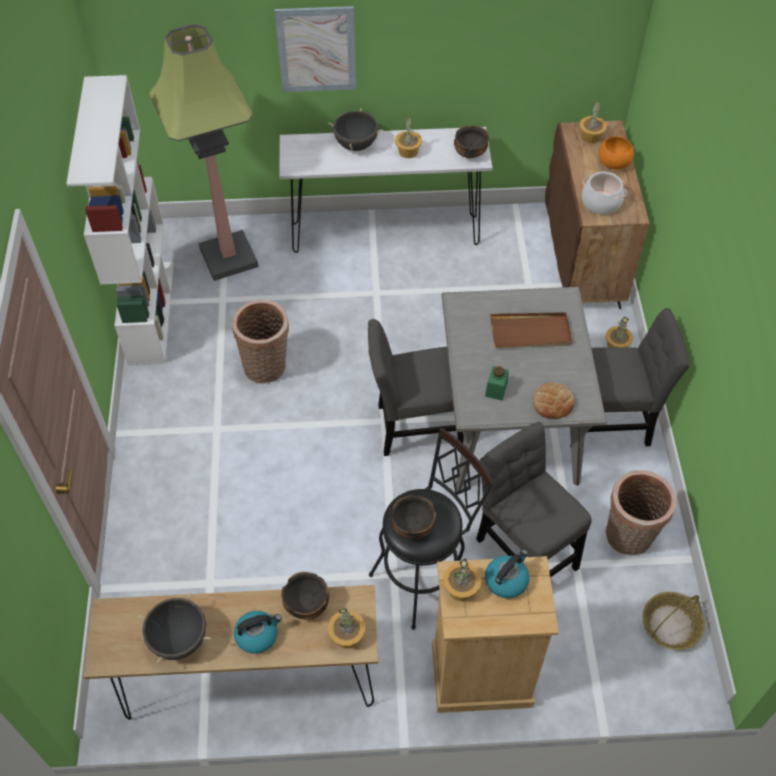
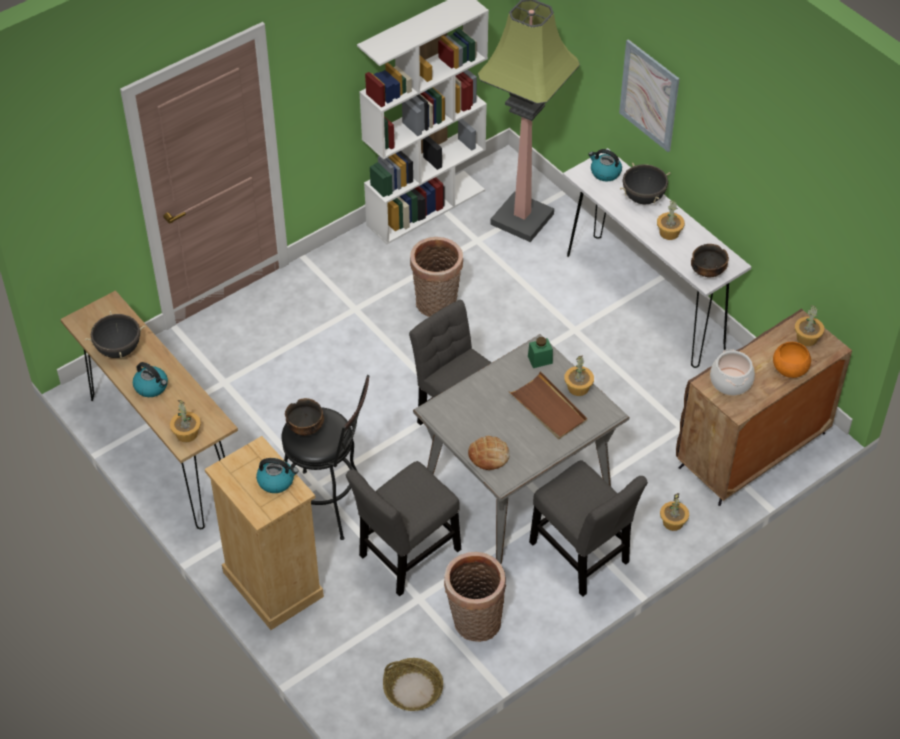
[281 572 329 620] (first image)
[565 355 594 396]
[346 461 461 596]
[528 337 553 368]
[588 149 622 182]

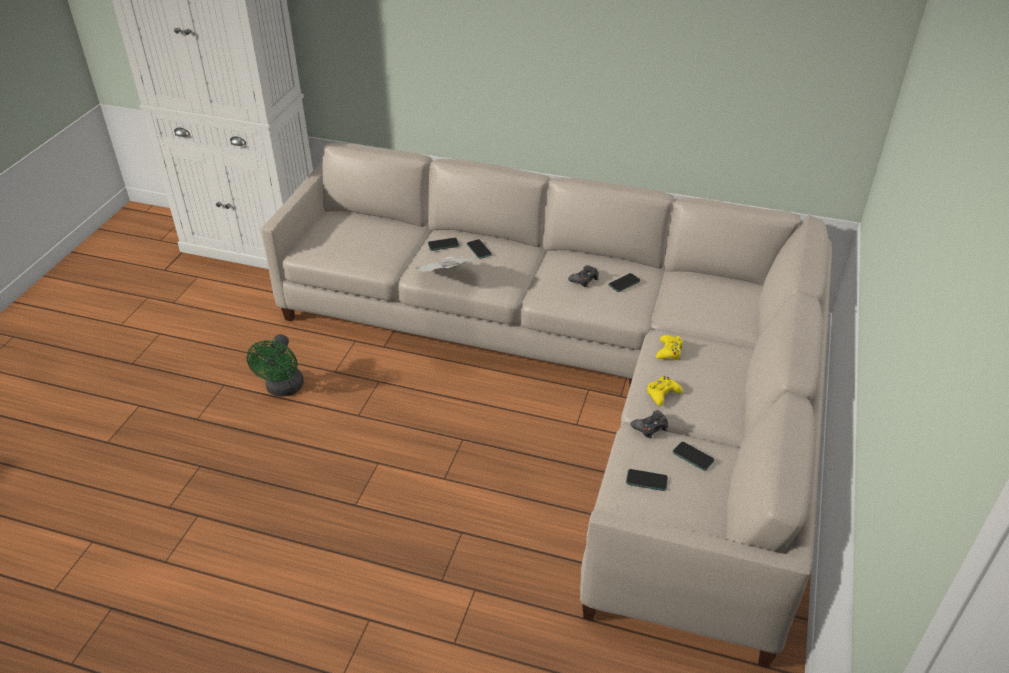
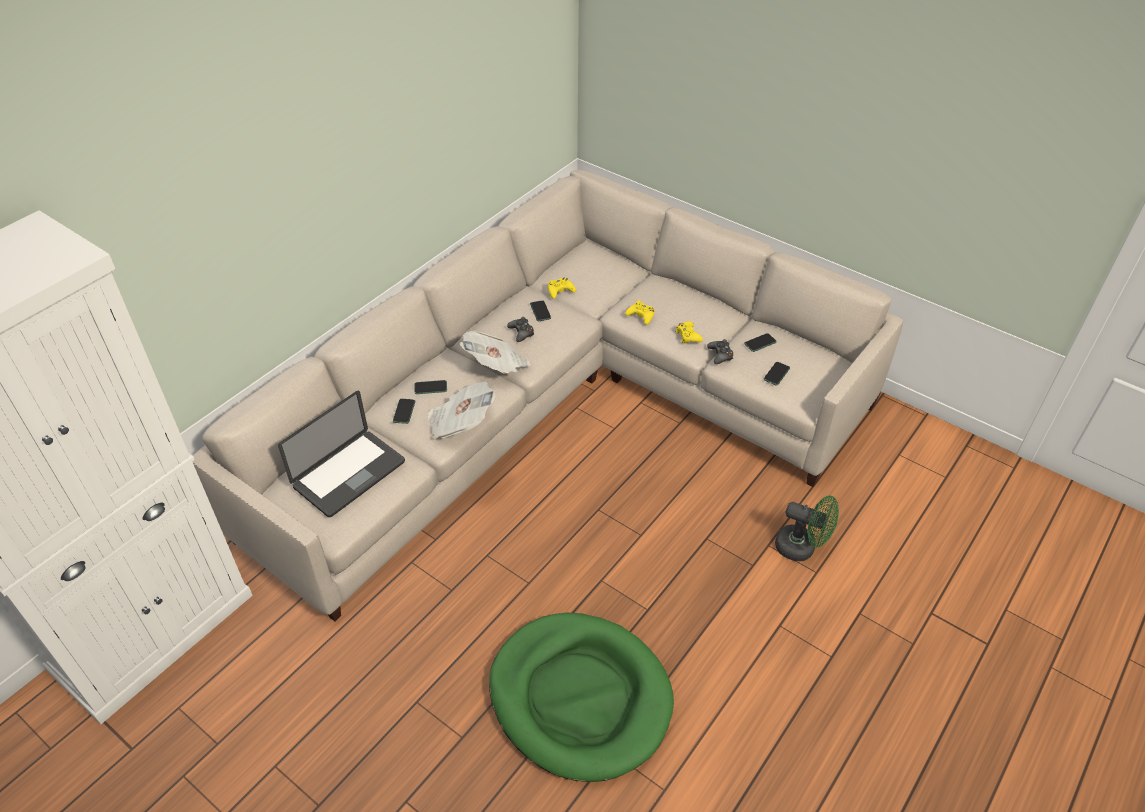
[775 496 839 561]
[278 391 405 517]
[459 330 532 374]
[489 613 674 782]
[548 277 576 299]

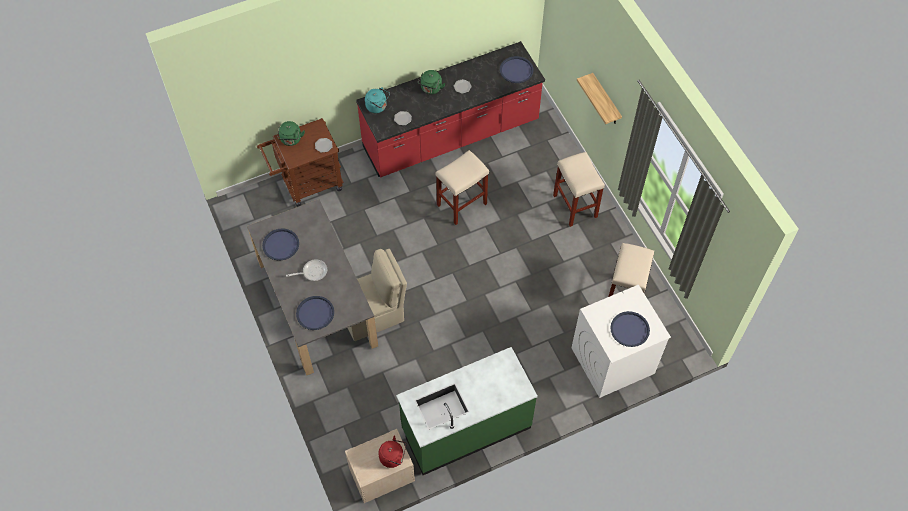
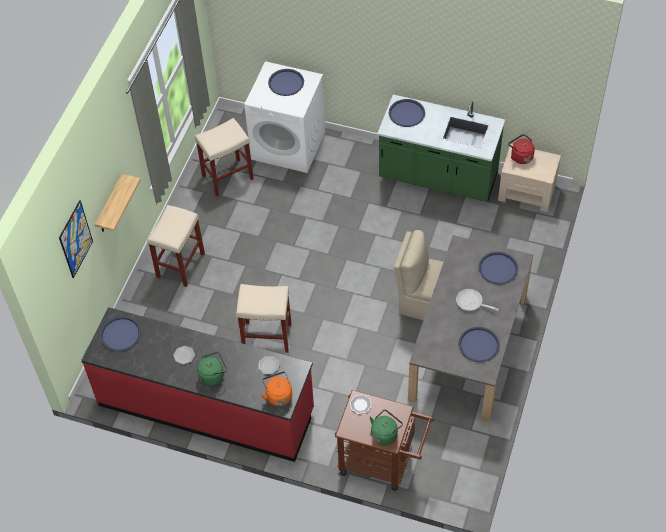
[261 371 292 406]
[59 200 93 278]
[389 99 425 127]

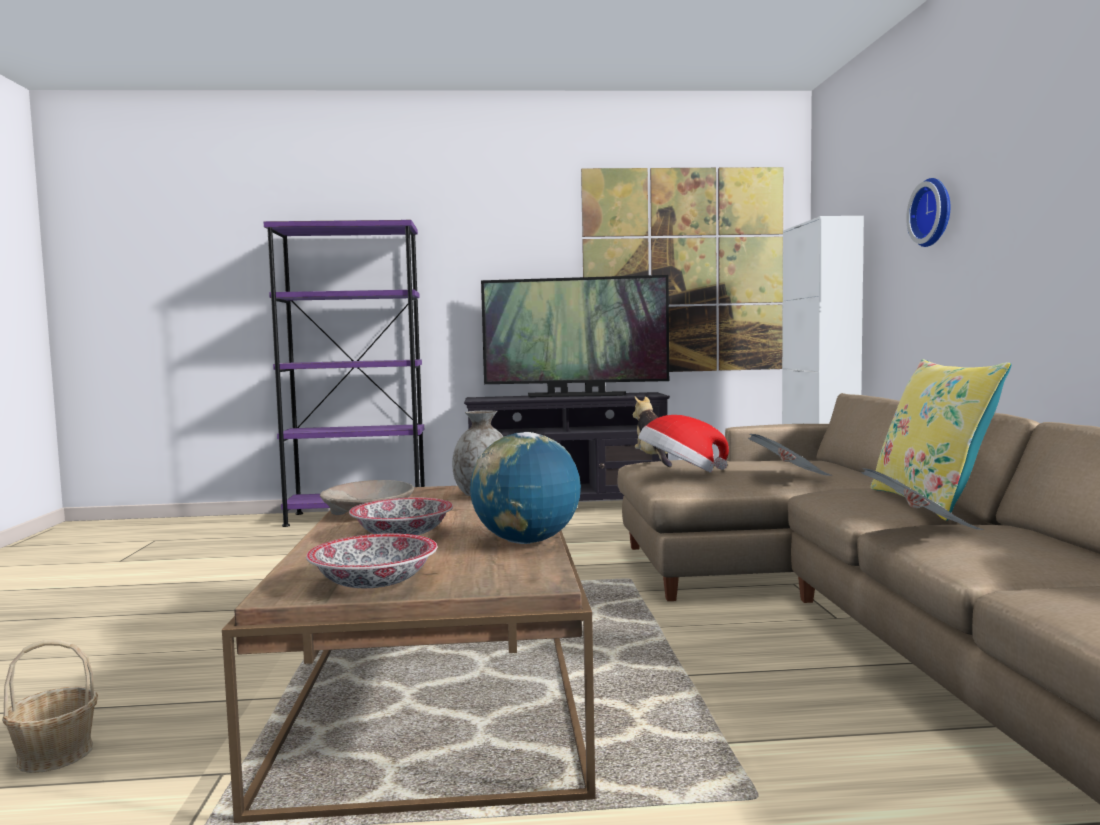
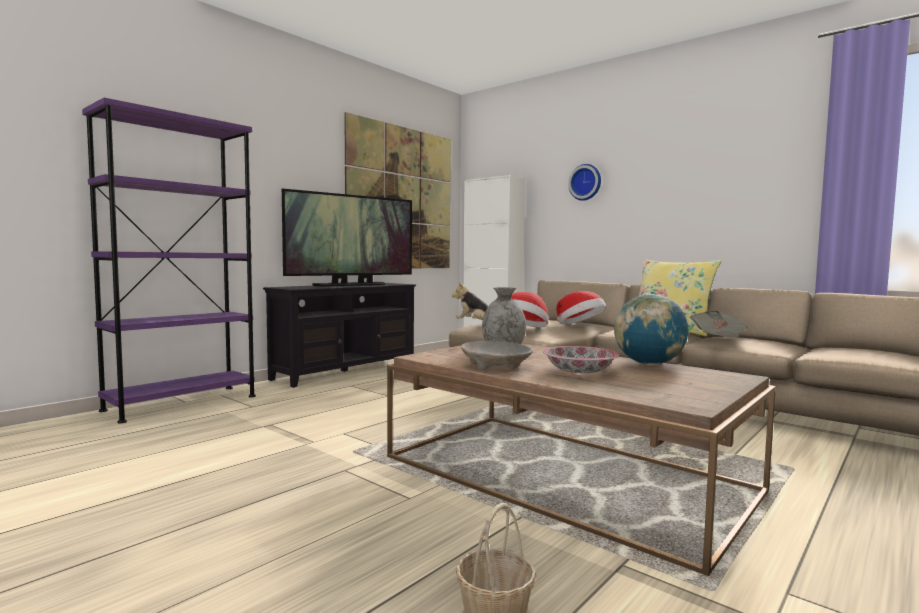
[306 533 437 588] (first image)
[556 291 606 324]

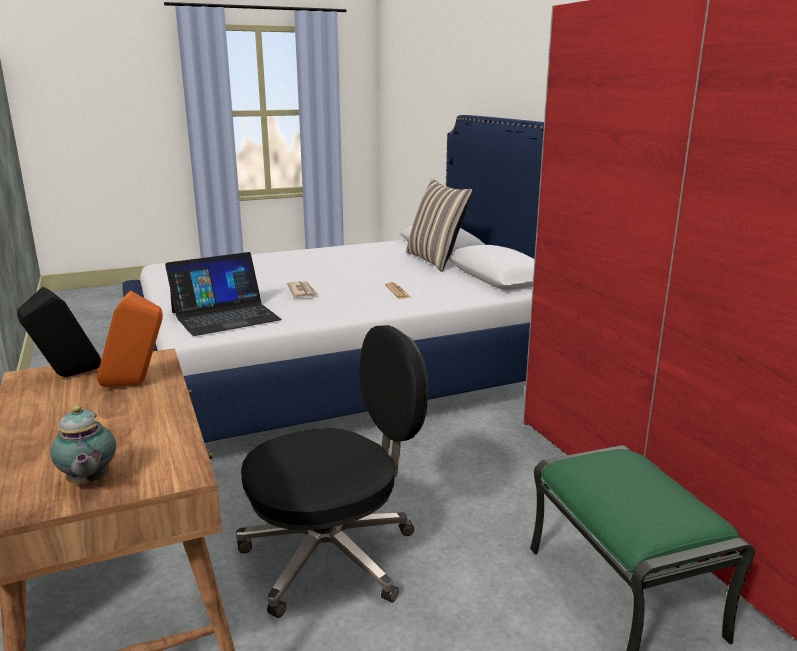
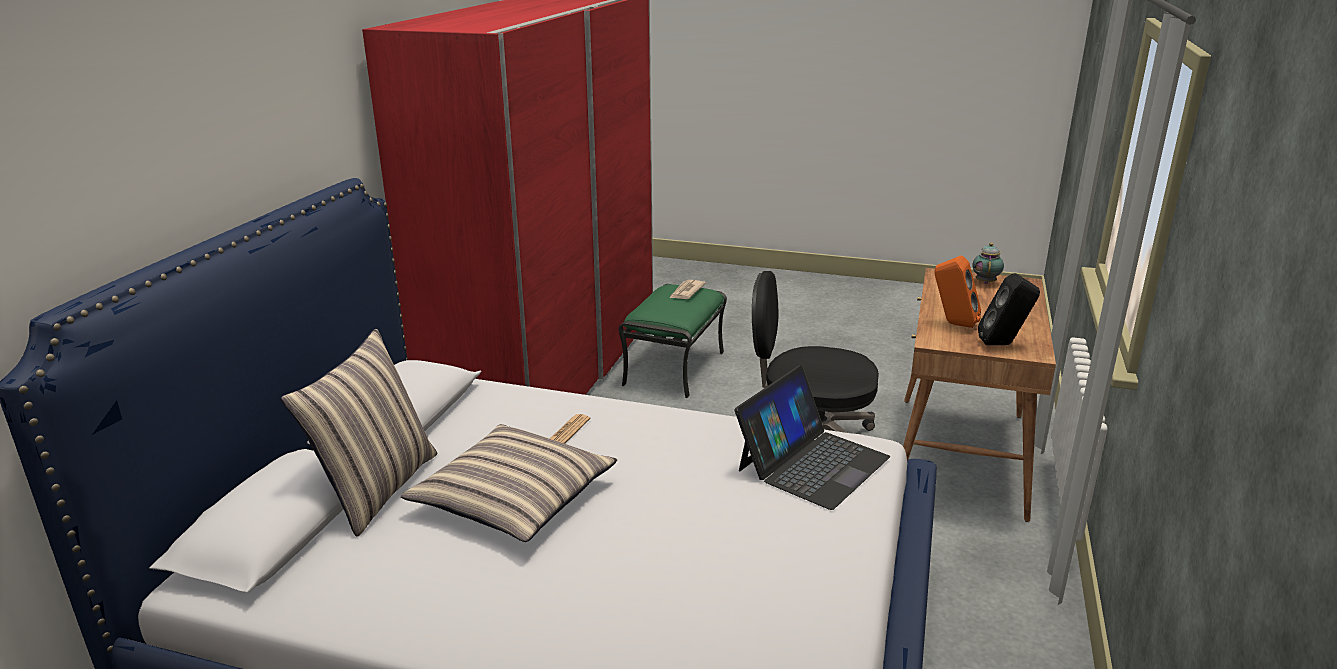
[735 366 890 510]
[670 280 706 299]
[401 424 617 542]

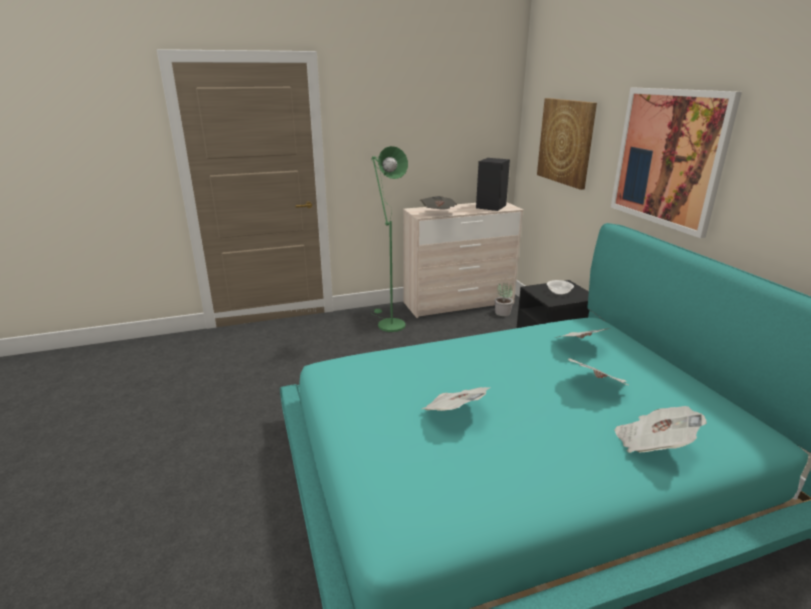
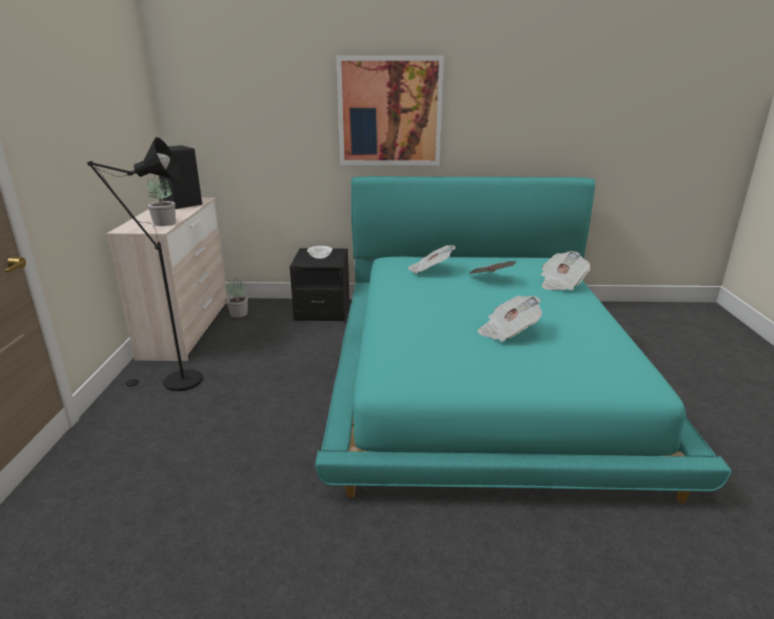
[87 137 203 391]
[147 176 176 226]
[537 98 597 190] (first image)

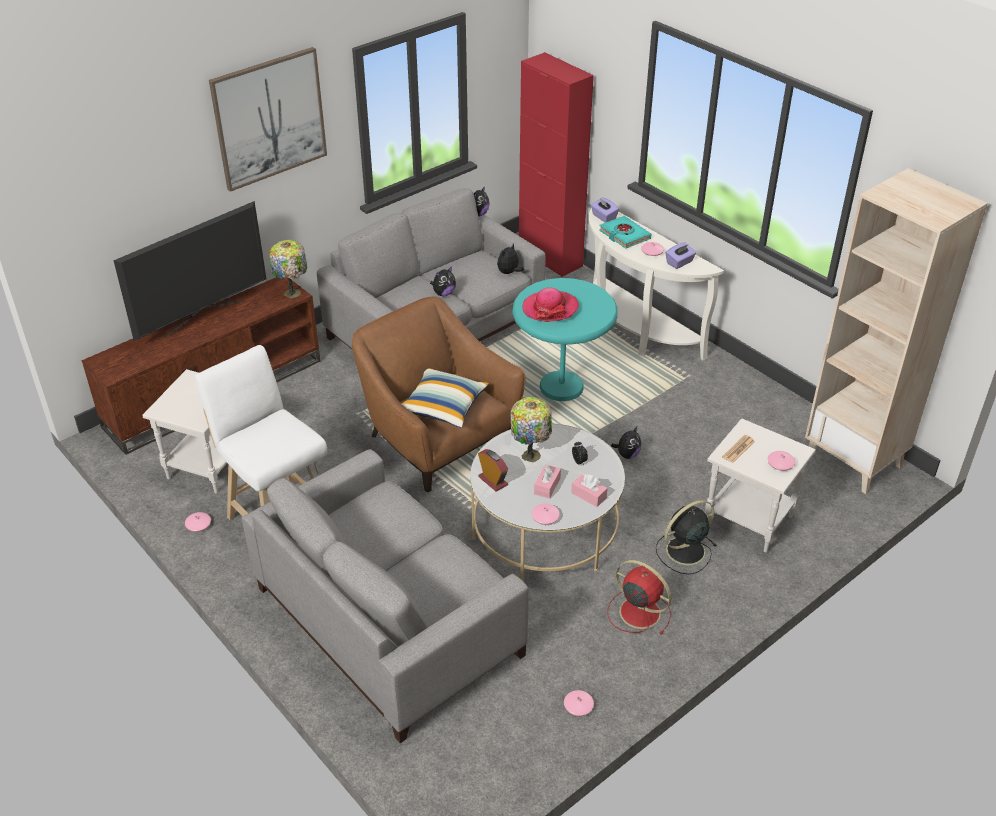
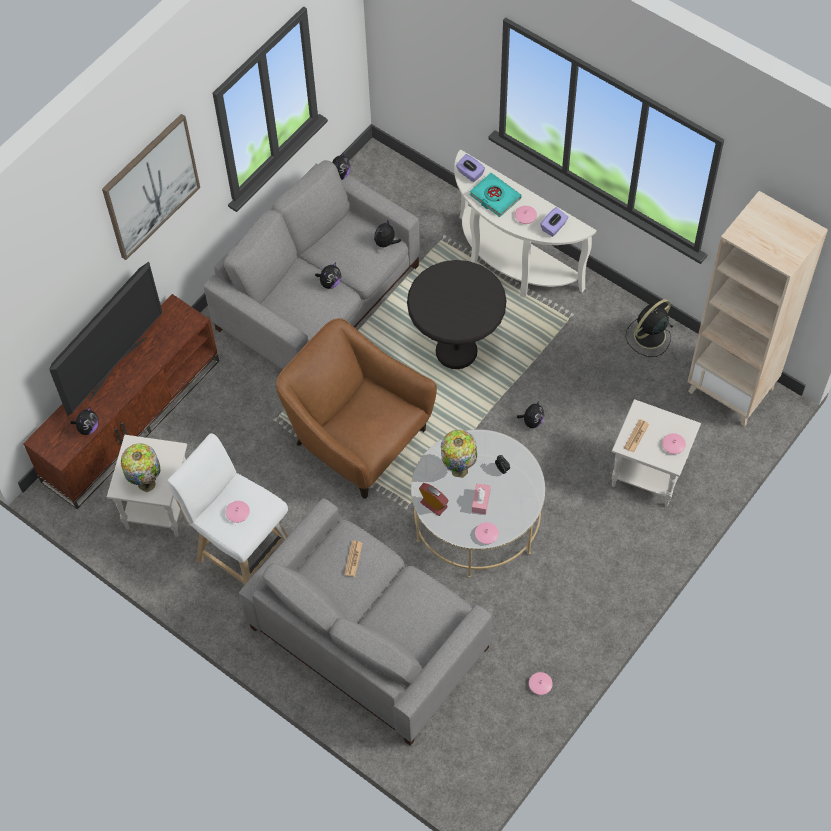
[226 501 250 523]
[121 443 160 492]
[401 368 489 427] (first image)
[407 260 506 369]
[519 52 594 277] (first image)
[523 287 579 322] (first image)
[571 475 607 507] (first image)
[608 560 671 635] (first image)
[626 299 673 357]
[70 406 98 435]
[344 540 363 577]

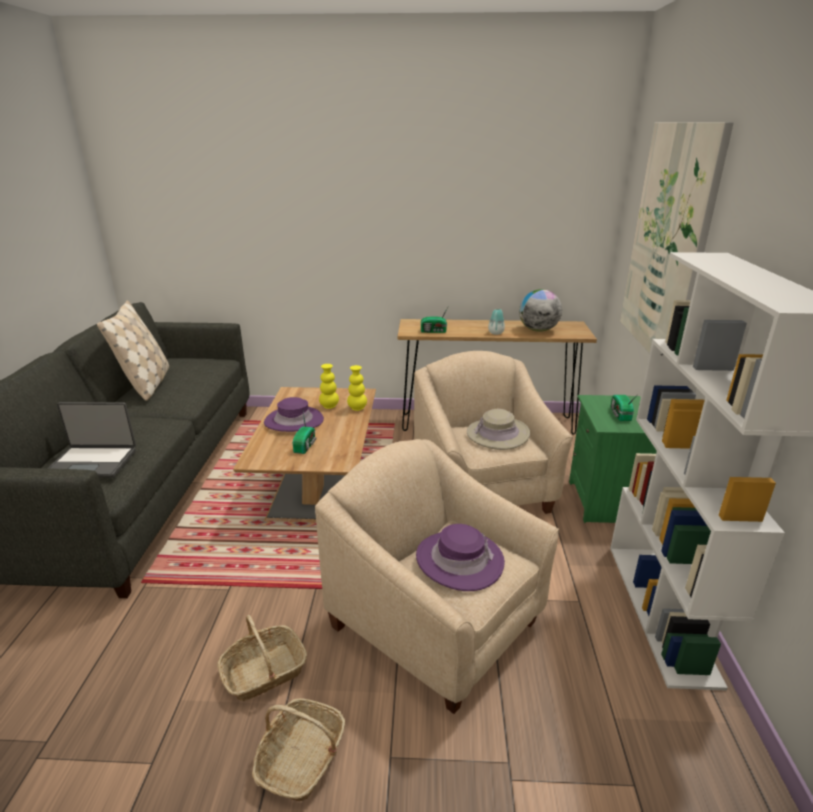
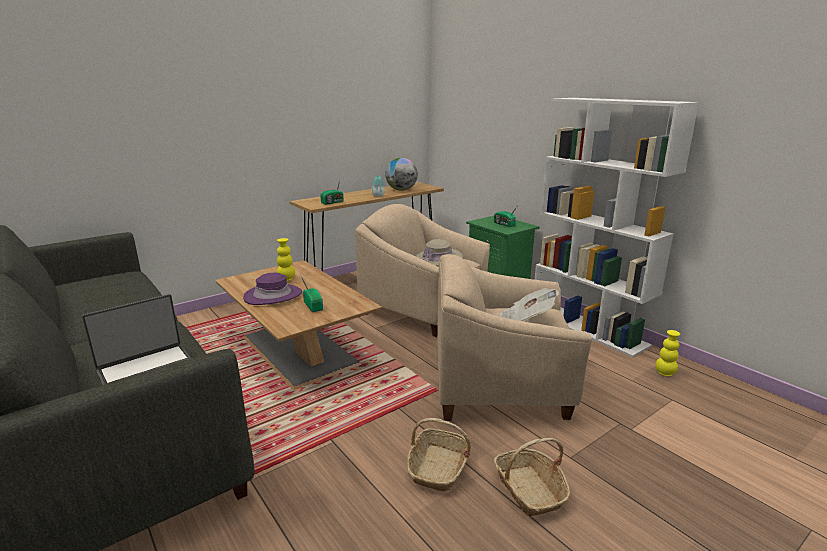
[97 300 169 401] (first image)
[655 330 680 376]
[499 288 559 321]
[620 122 734 353] (first image)

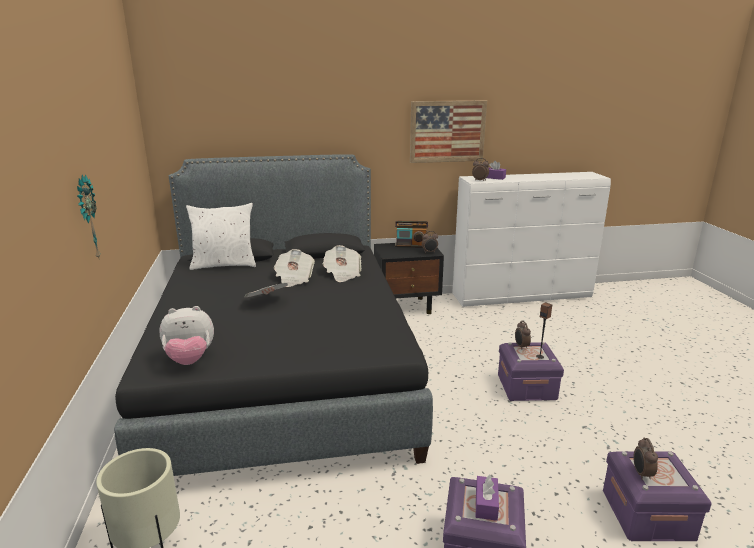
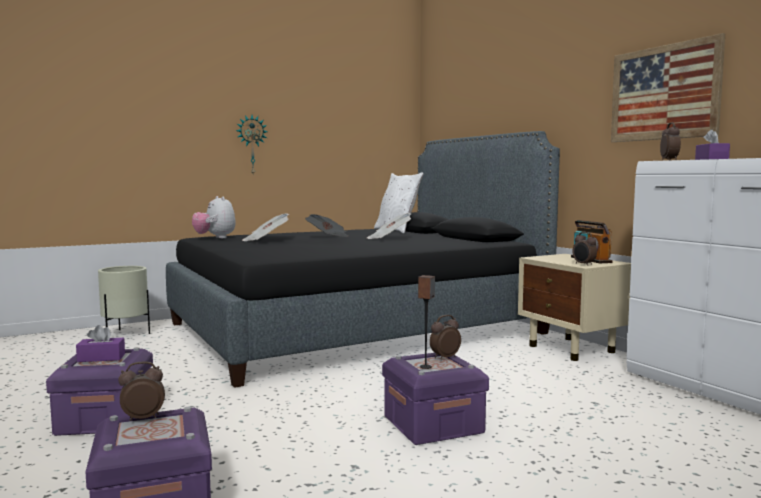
[242 213 289 241]
[518 254 631 361]

